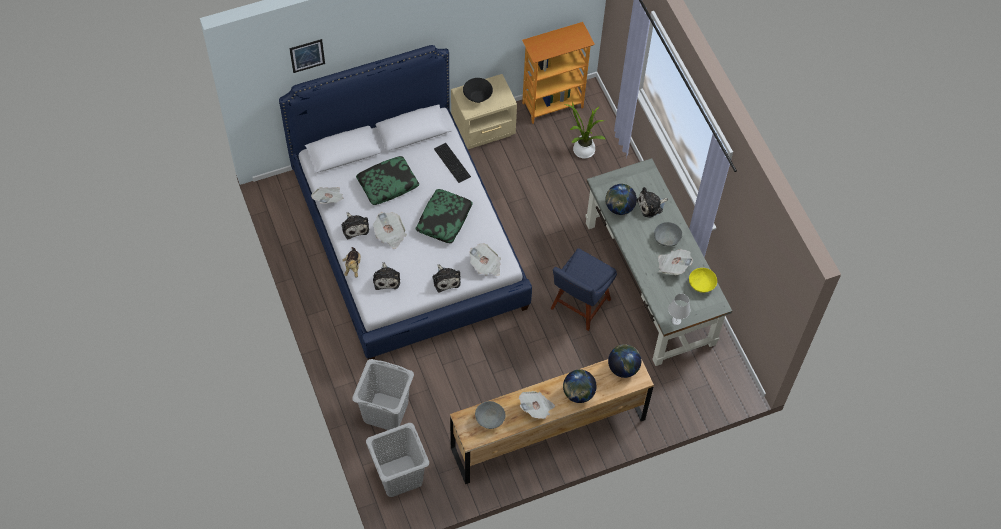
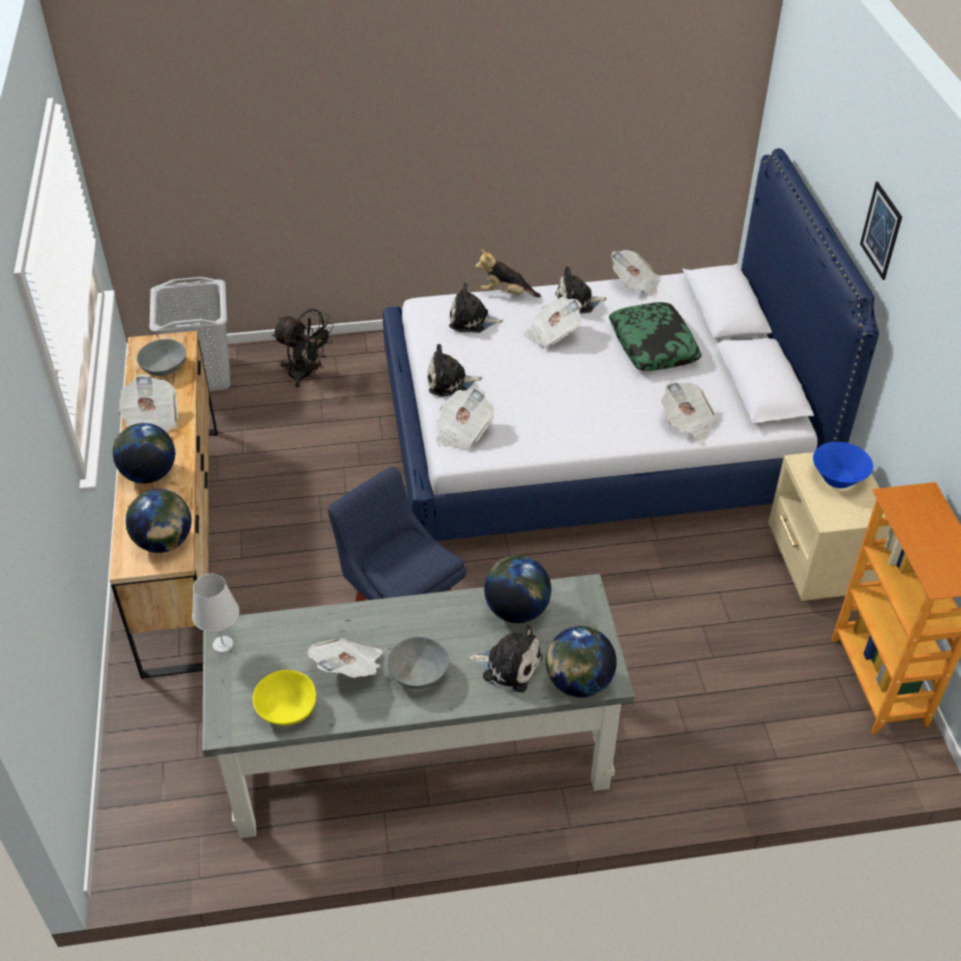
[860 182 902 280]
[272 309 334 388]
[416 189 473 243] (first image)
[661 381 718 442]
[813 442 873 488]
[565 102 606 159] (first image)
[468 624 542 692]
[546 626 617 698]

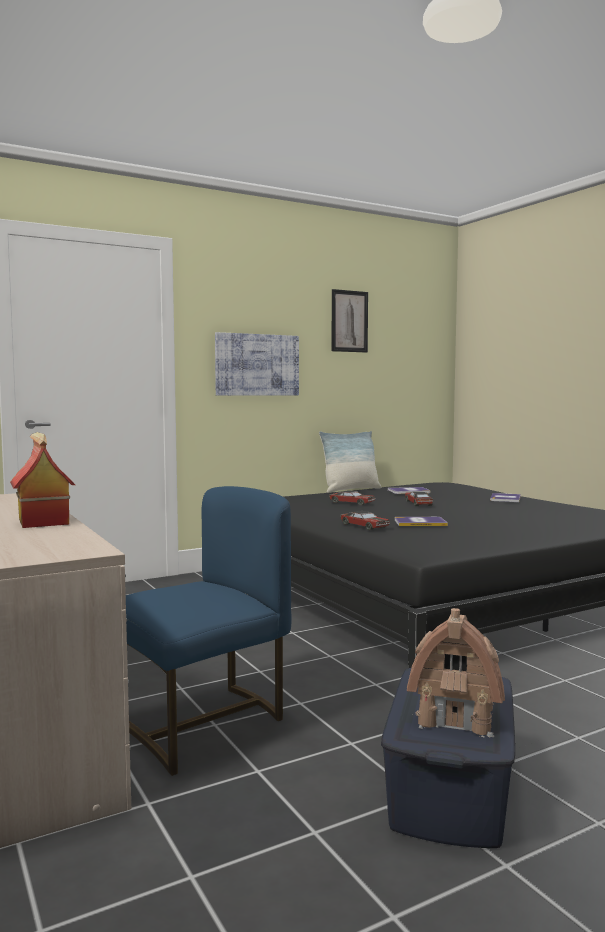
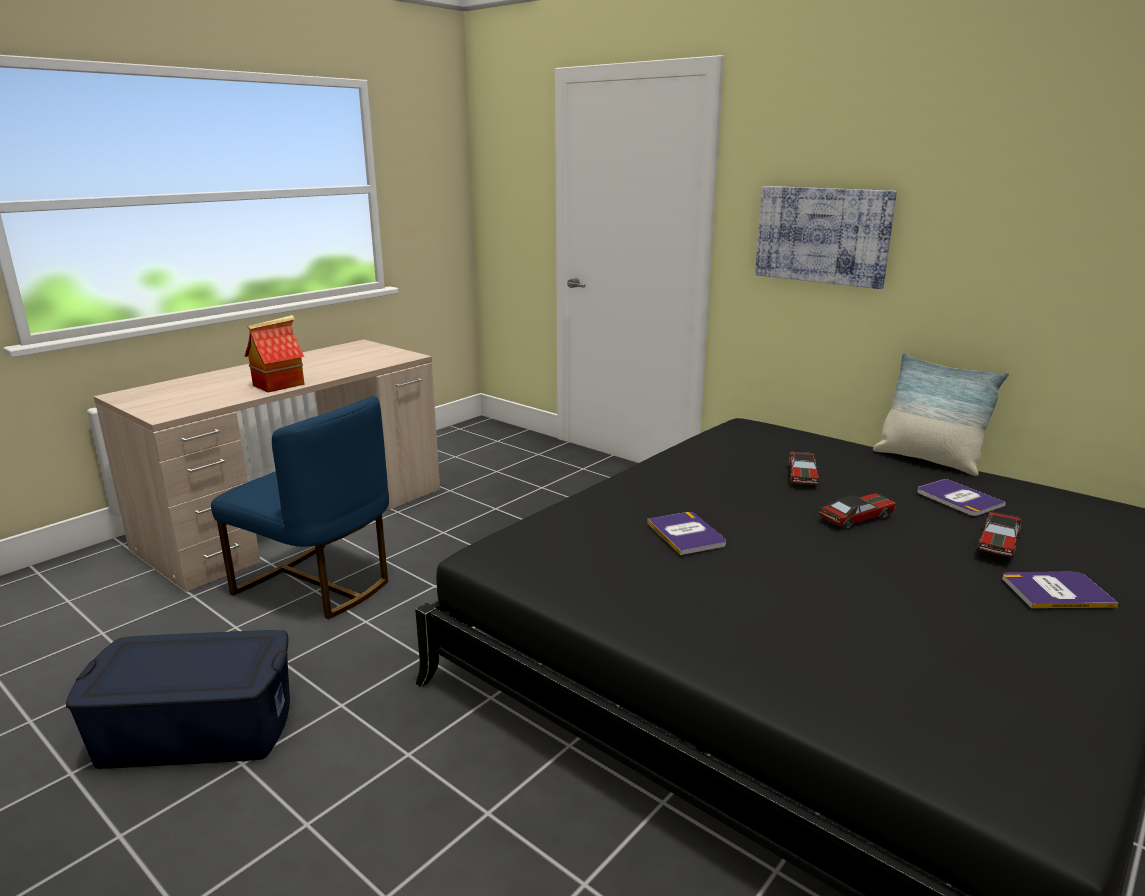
[331 289 368 353] (first image)
[978 511 1021 558]
[407 608 505 738] (first image)

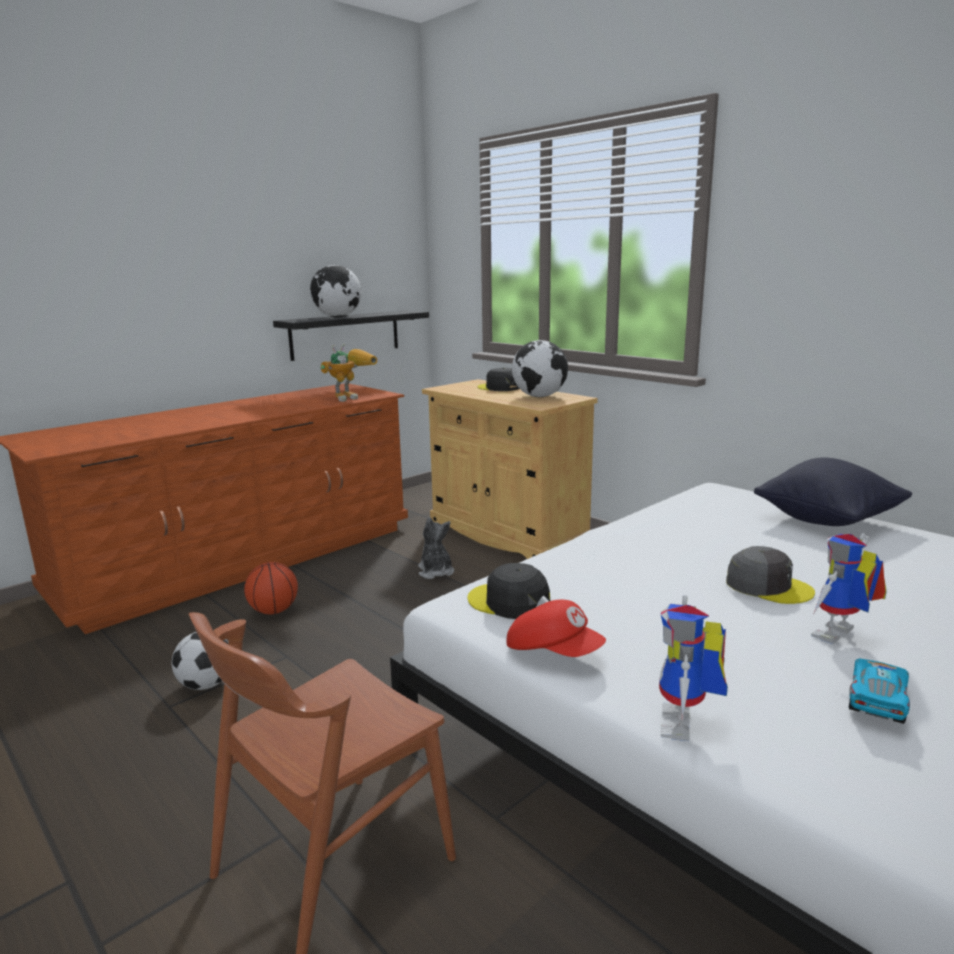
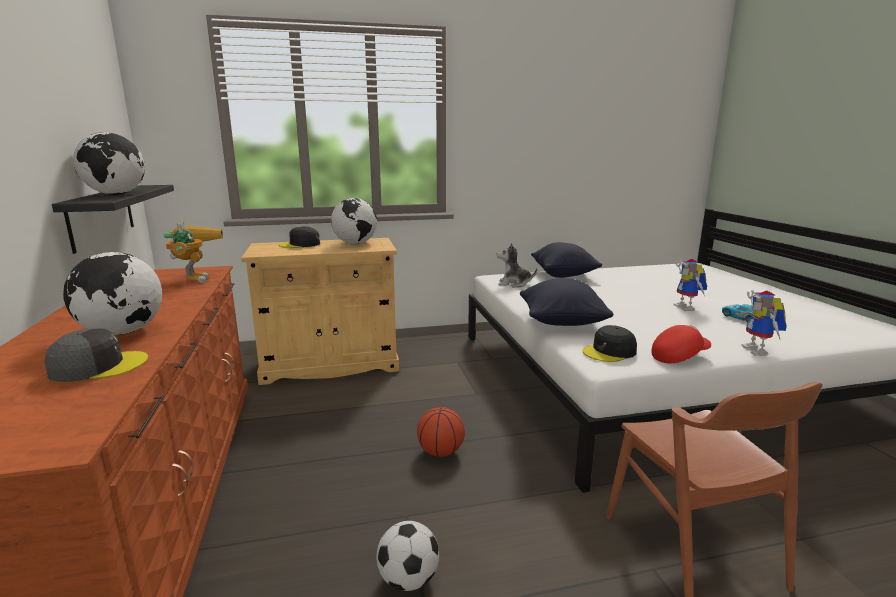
[417 407 465 457]
[497 243 537 287]
[741 290 787 356]
[44 328 148 382]
[63 252 162 335]
[520 278 614 326]

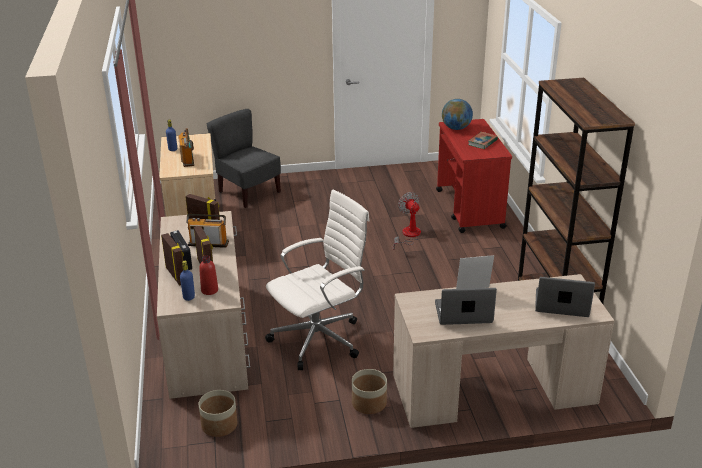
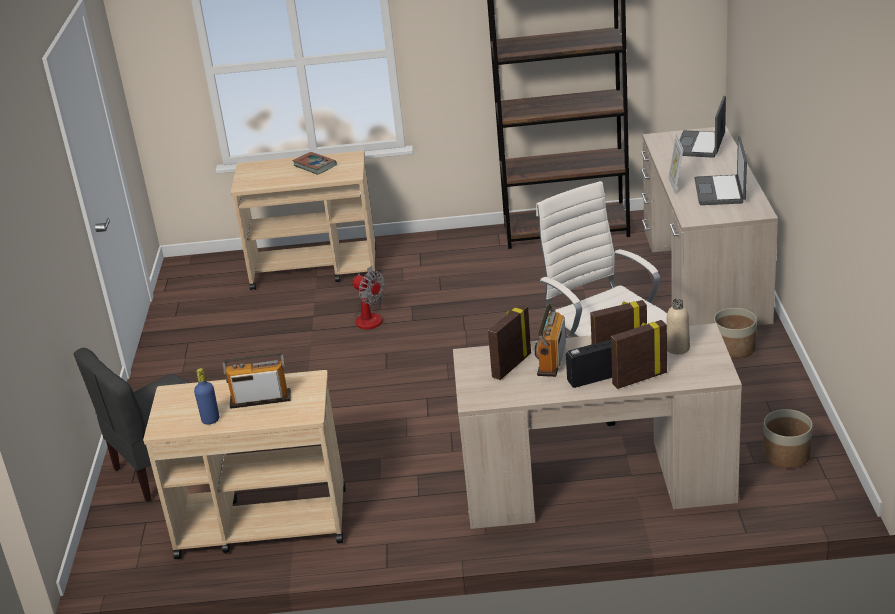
[180 261 195 301] (first image)
[666 299 690 354]
[352 266 385 329]
[231 151 377 290]
[442 99 473 130] (first image)

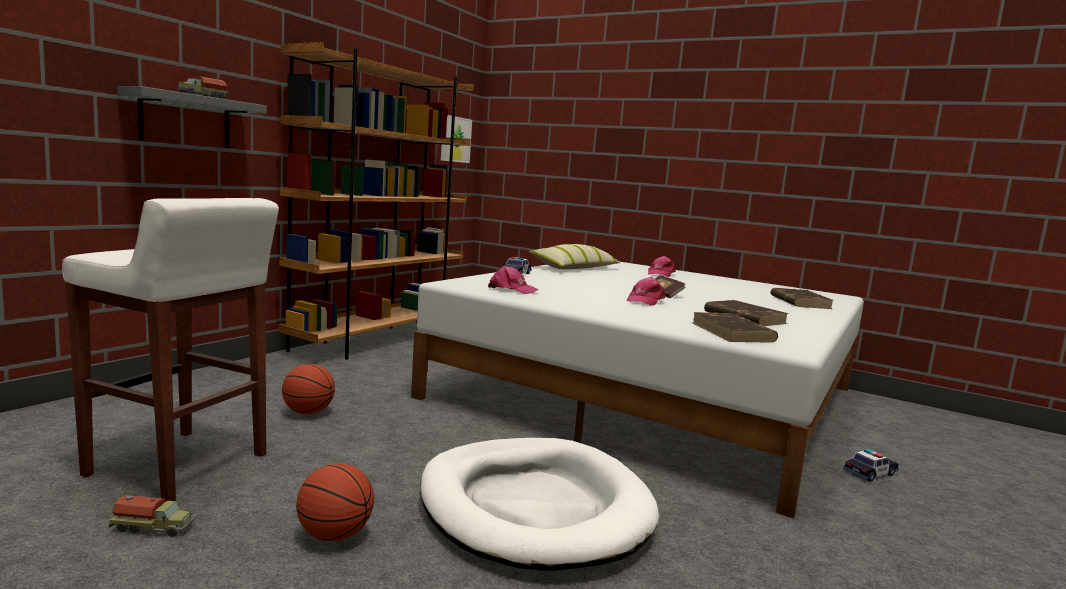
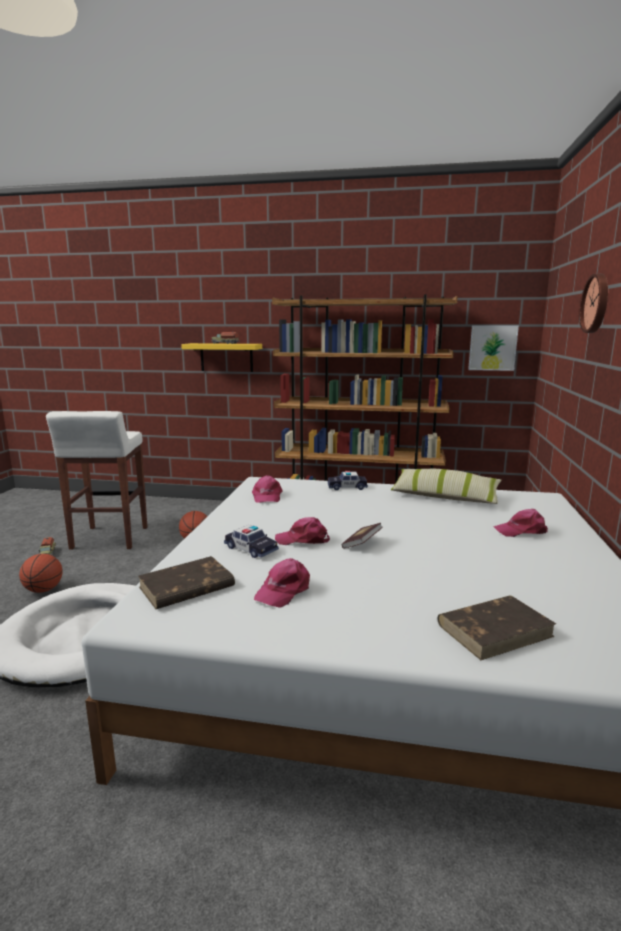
[181 343 262 372]
[254 558 310 608]
[224 525 279 558]
[579 274 608 333]

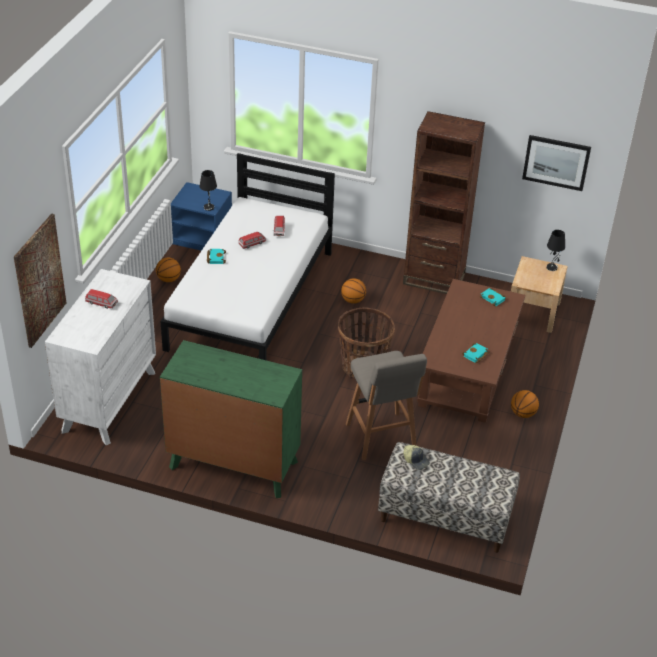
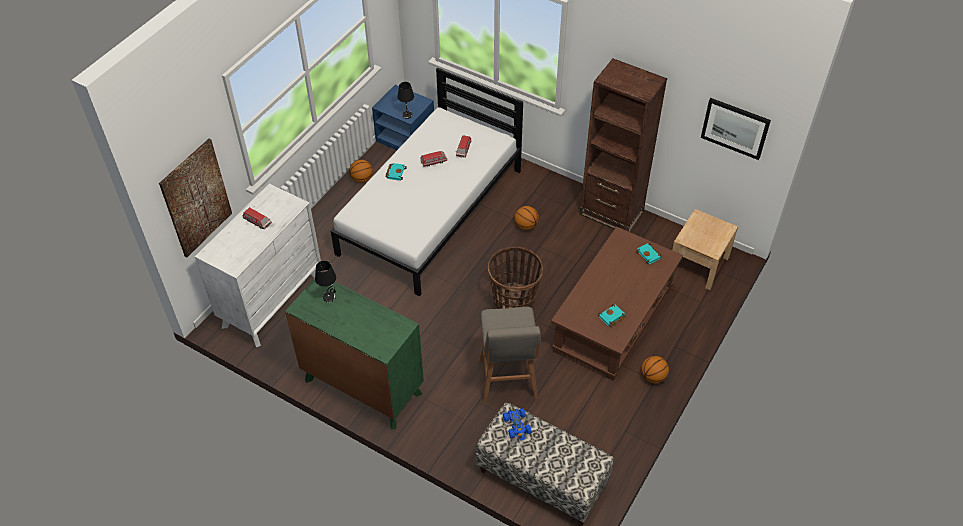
[503 408 532 440]
[315 261 336 303]

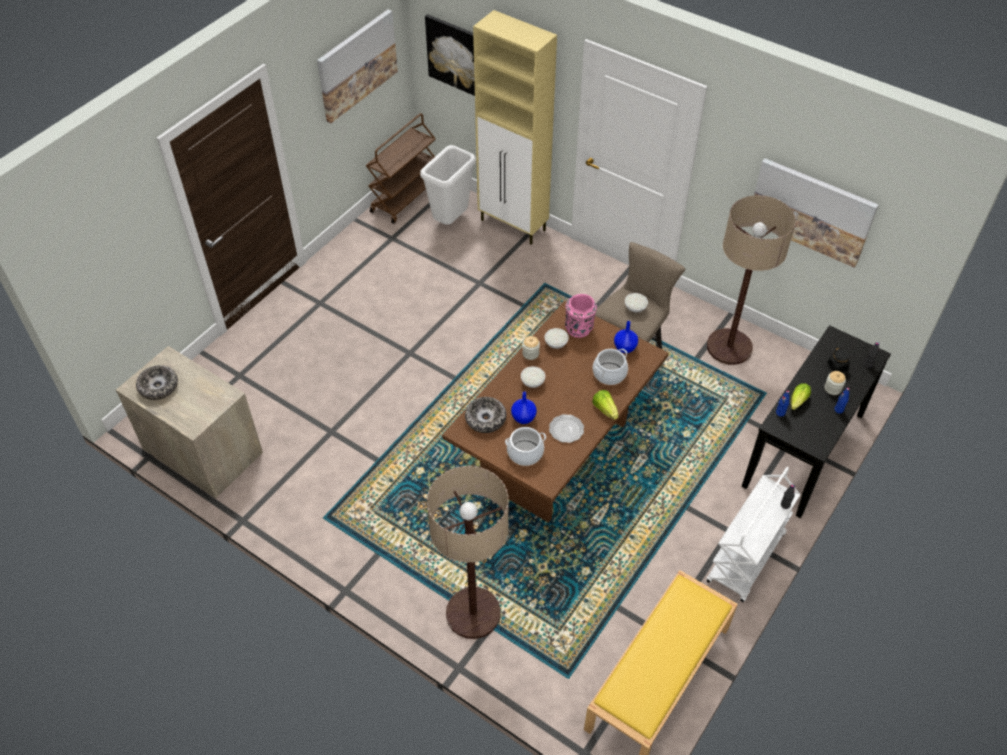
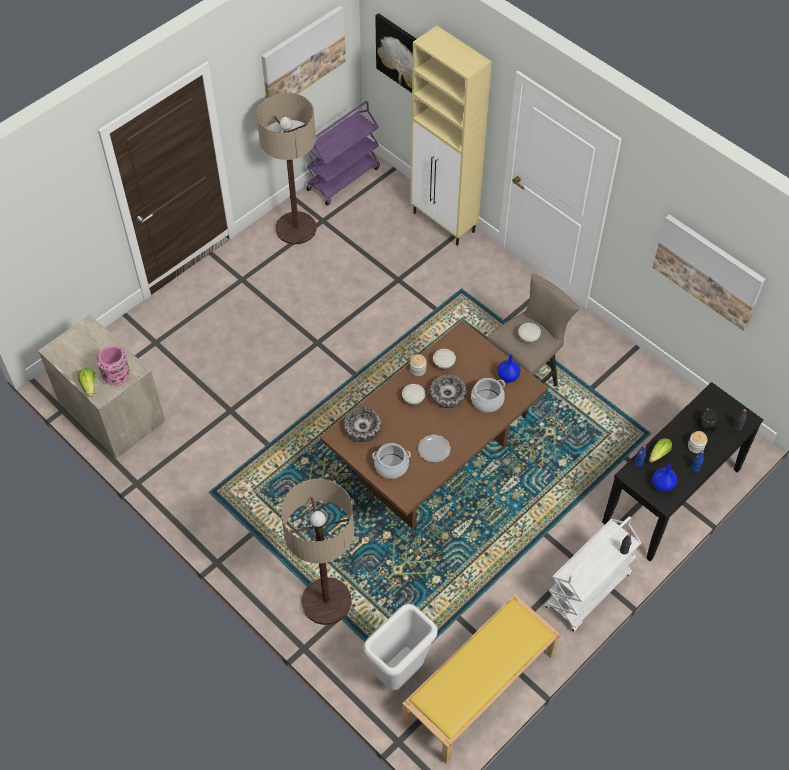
[429 374 467 408]
[306 101 380 205]
[363 604 438 690]
[652 464 677 492]
[96 346 130 386]
[78 368 95 397]
[256 92 317 244]

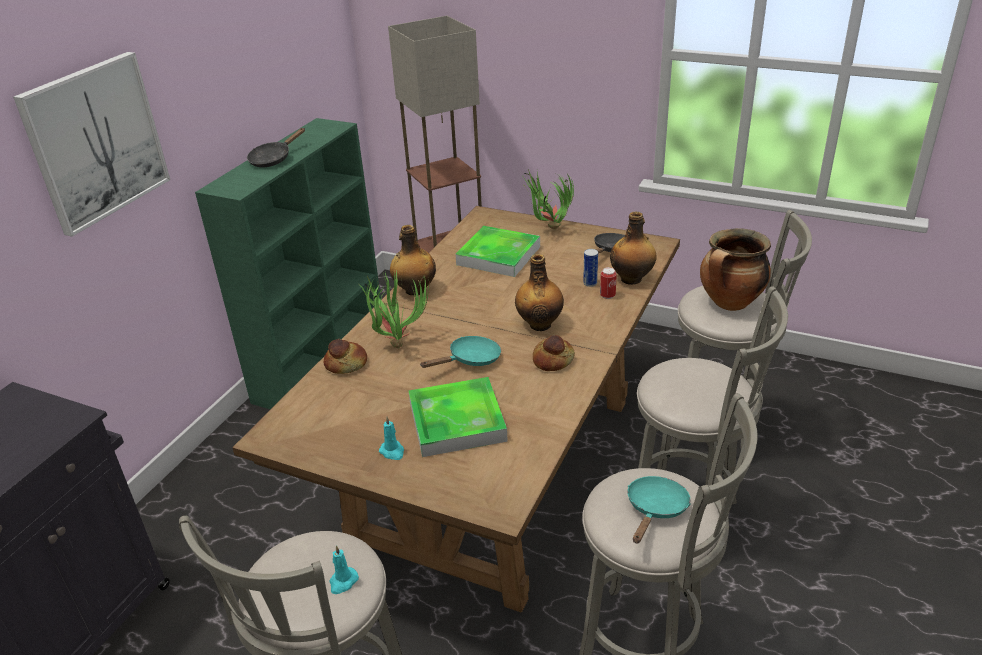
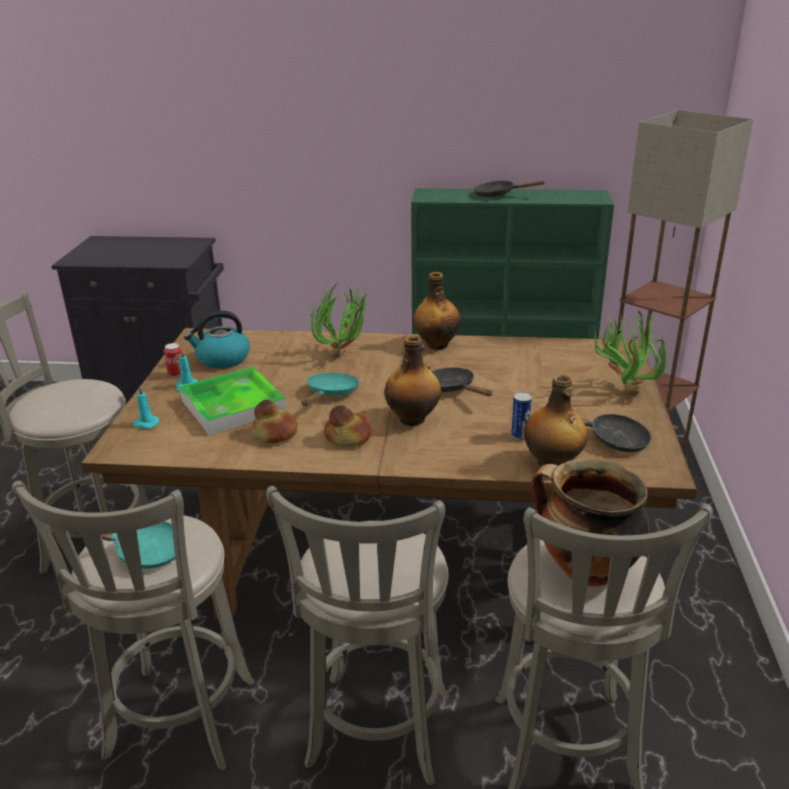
[13 52 170 237] (first image)
[252 400 298 443]
[133 385 160 429]
[302 372 360 406]
[455 226 540 277] (first image)
[164 343 181 377]
[184 310 250 368]
[431 367 493 396]

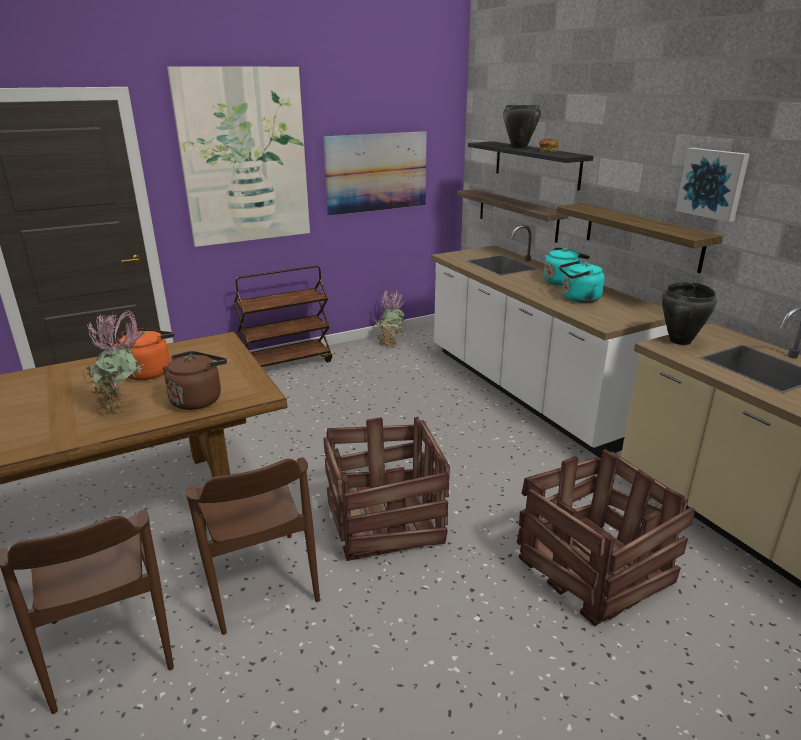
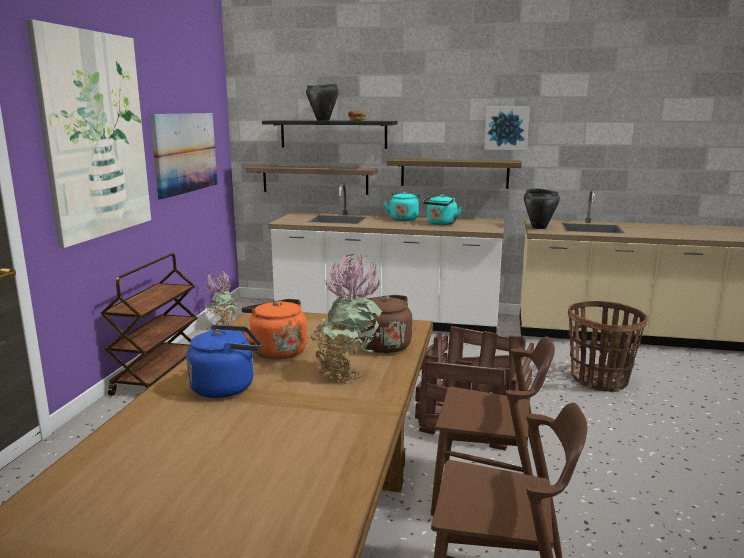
[568 301 647 392]
[186 325 262 398]

